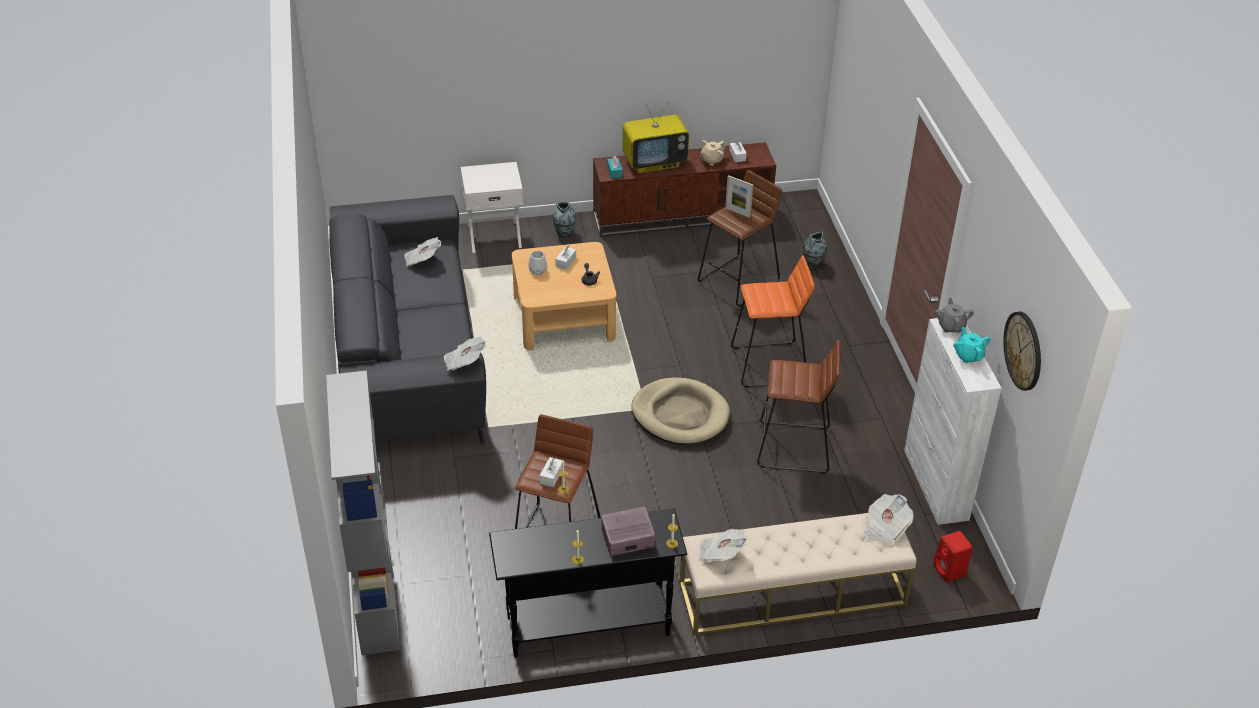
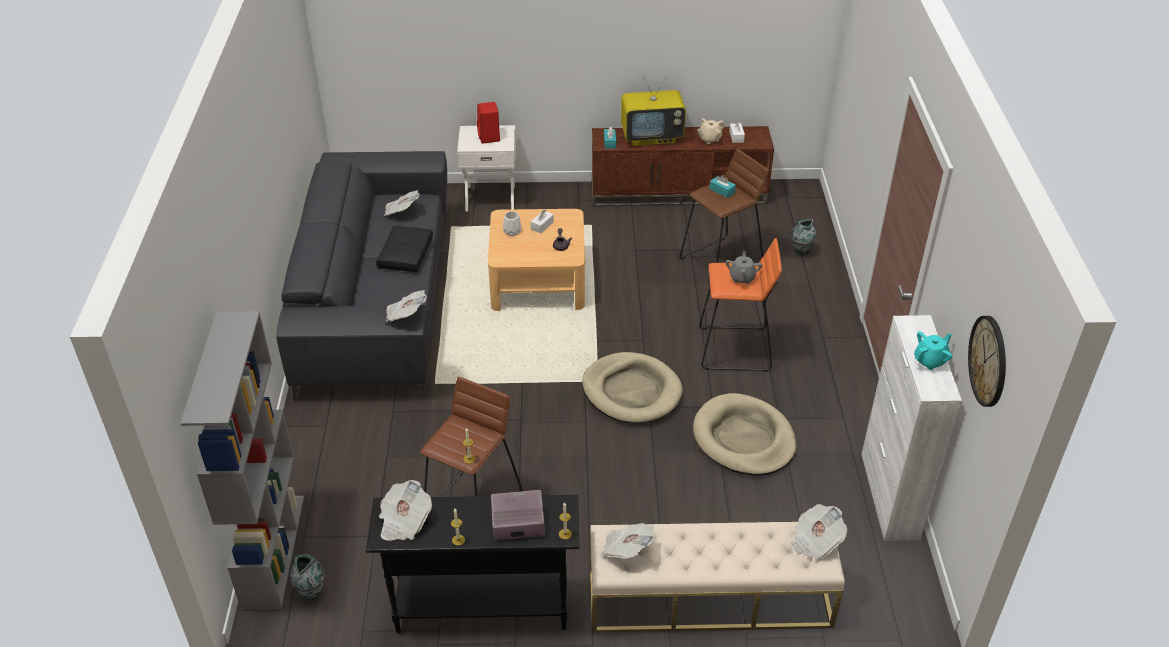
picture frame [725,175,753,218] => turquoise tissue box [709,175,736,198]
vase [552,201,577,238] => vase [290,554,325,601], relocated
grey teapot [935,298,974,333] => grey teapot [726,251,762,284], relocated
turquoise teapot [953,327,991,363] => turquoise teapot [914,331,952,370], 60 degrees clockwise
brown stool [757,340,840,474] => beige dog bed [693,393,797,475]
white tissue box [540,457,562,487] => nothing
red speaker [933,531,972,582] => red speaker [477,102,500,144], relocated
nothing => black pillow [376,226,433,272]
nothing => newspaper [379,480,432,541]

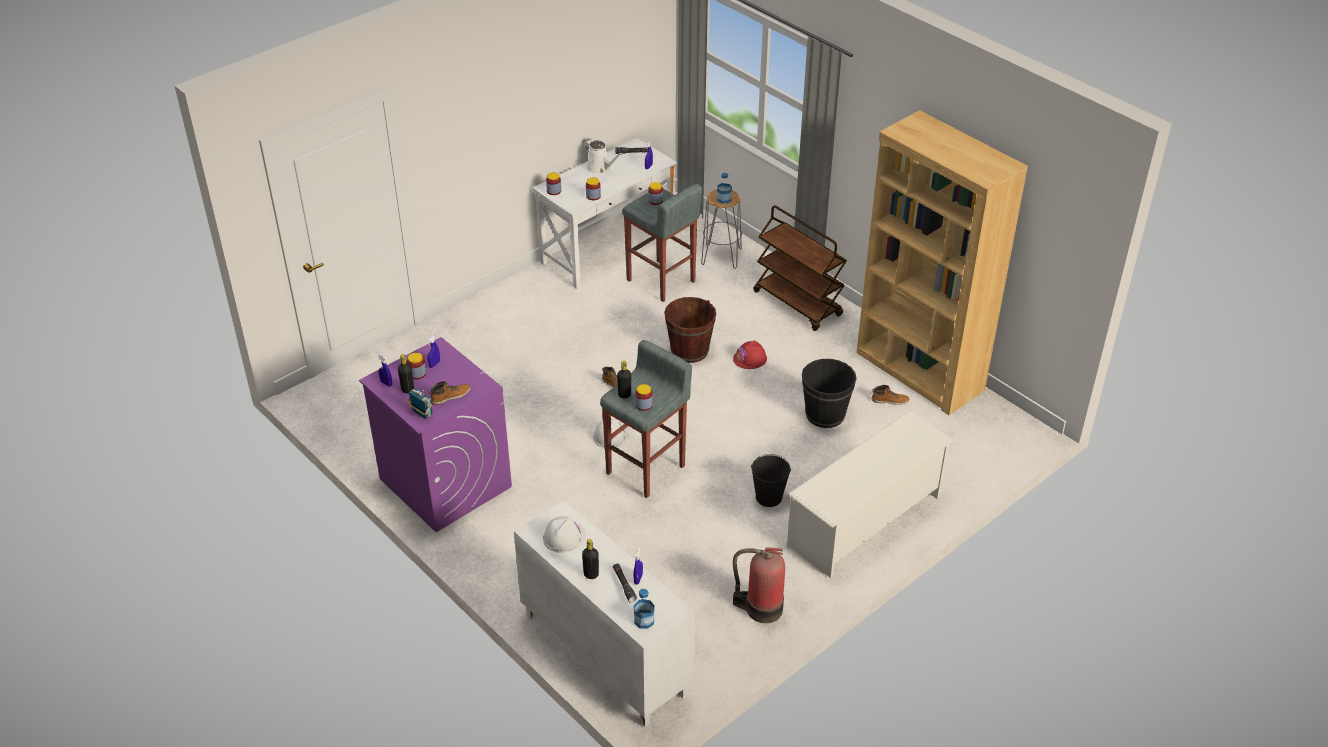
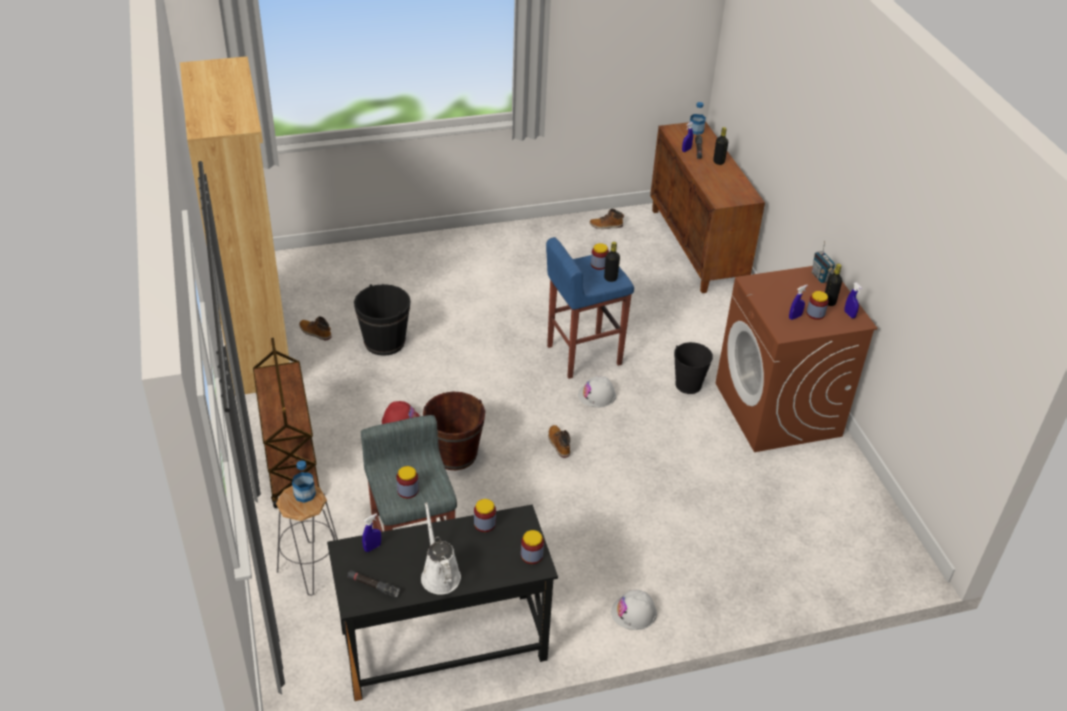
white desk [532,138,677,289] => black desk [327,504,558,701]
purple washing machine [359,337,512,532] => brown washing machine [716,266,878,452]
grey stool [600,340,692,498] => blue stool [546,237,634,379]
boot [429,381,470,405] => boot [590,209,624,229], relocated
white shoe rack [787,411,954,578] => nothing
black bucket [751,454,791,507] => black bucket [674,342,713,394], relocated
white cabinet [514,500,695,727] => brown cabinet [650,121,765,293]
white hard hat [543,516,586,553] => white hard hat [611,590,657,630], relocated
fire extinguisher [733,547,785,623] => nothing

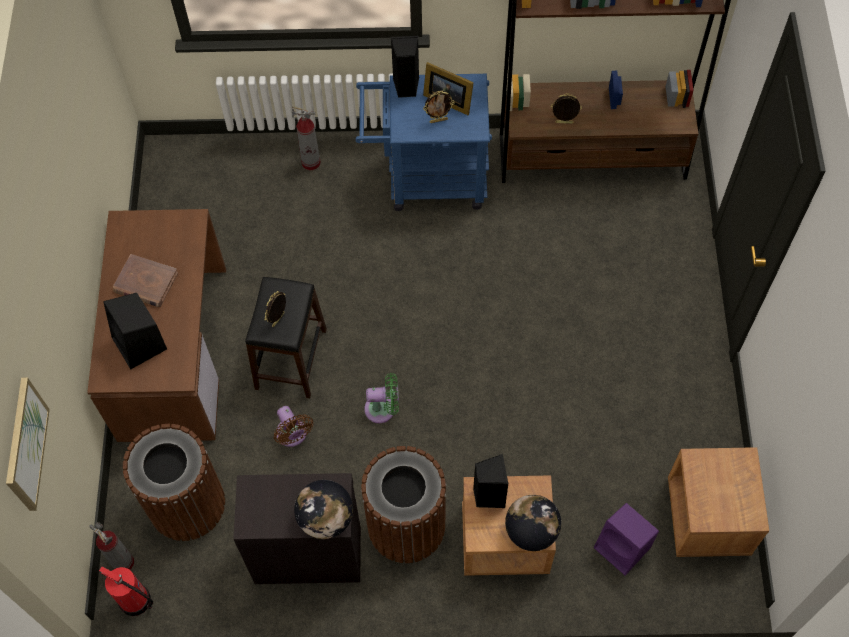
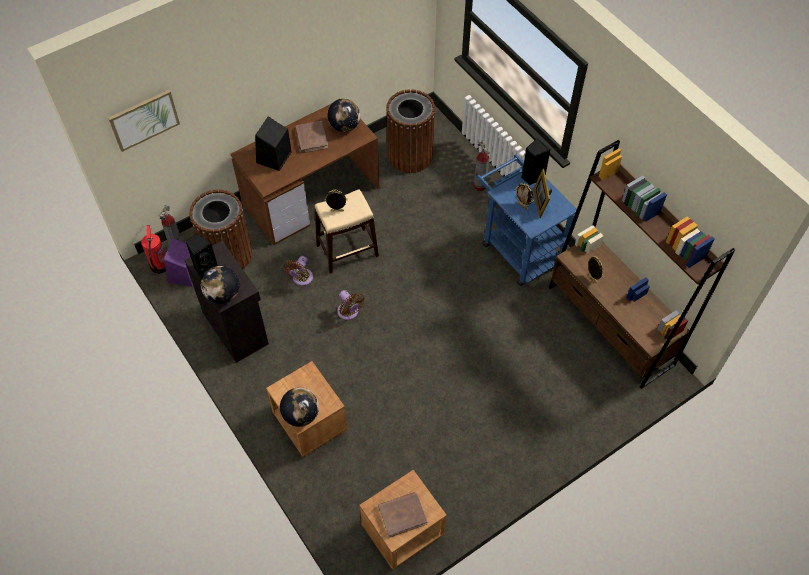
black stool [245,277,327,398] => beige stool [315,189,379,274]
green fan [364,373,399,423] => brown fan [337,290,365,320]
brown trash can [361,446,446,563] => brown trash can [386,89,435,173], relocated
black speaker [473,454,509,508] => black speaker [186,233,218,280], relocated
purple speaker [594,503,659,576] => purple speaker [164,238,193,287], relocated
nothing => globe [327,98,361,132]
nothing => brown book [378,492,427,538]

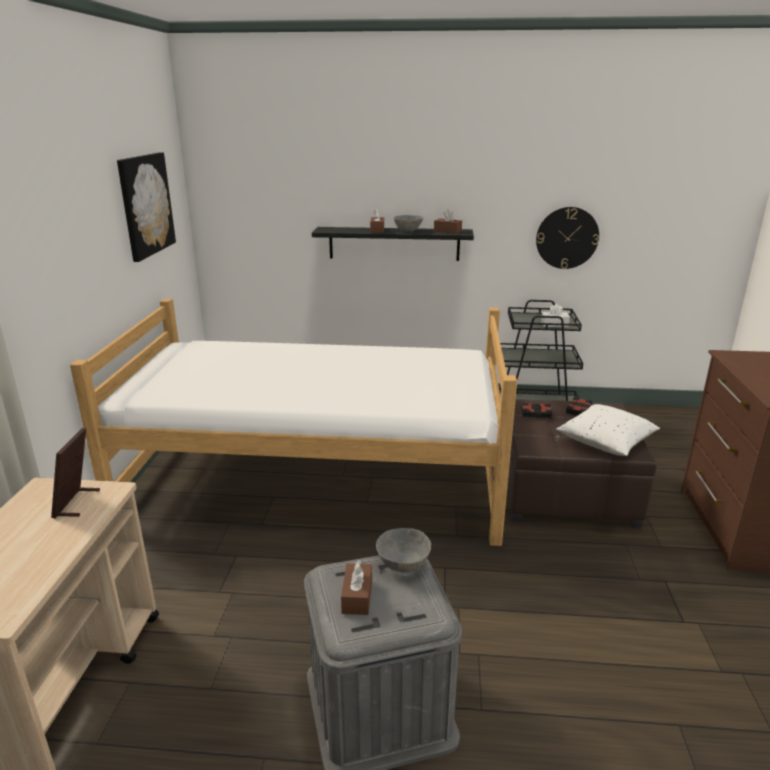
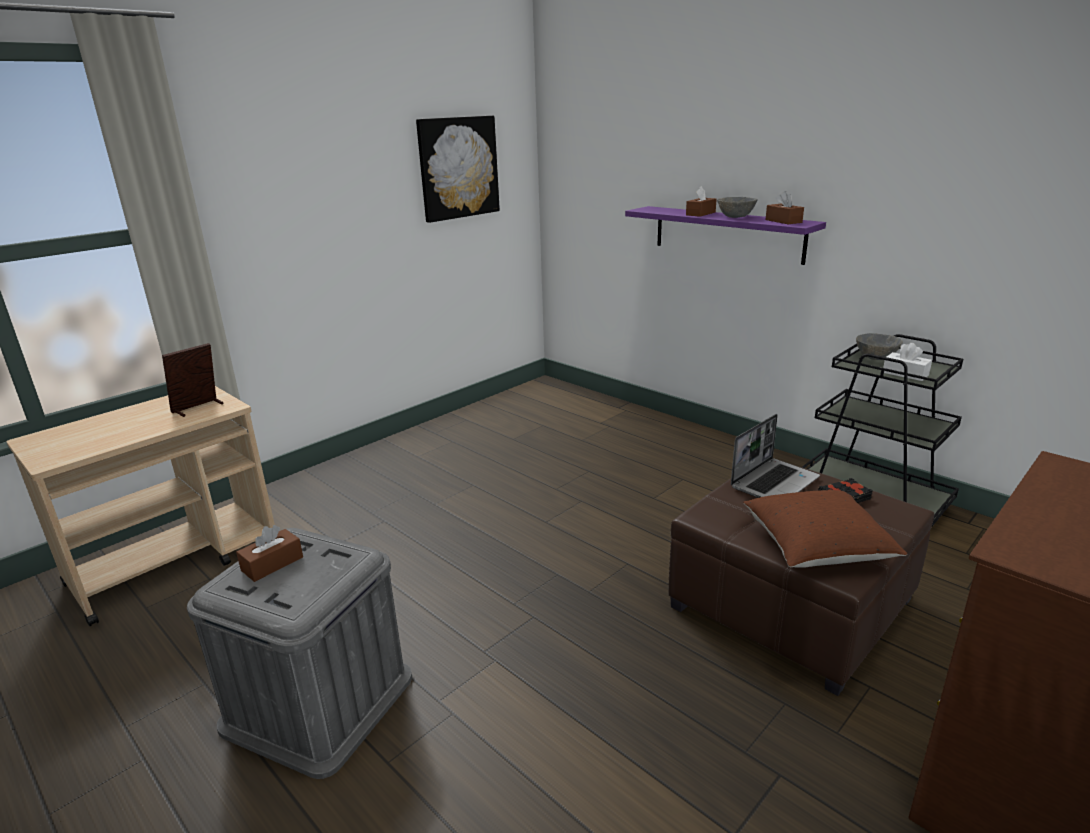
wall clock [536,207,599,269] => nothing
black shelf [312,227,474,261] => purple shelf [625,206,826,265]
bed [70,299,517,546] => nothing
black book [522,402,552,418] => laptop [731,414,820,498]
white pillow [556,404,660,456] => brown pillow [743,490,907,568]
grey bowl [376,528,431,572] => grey bowl [856,333,903,360], relocated

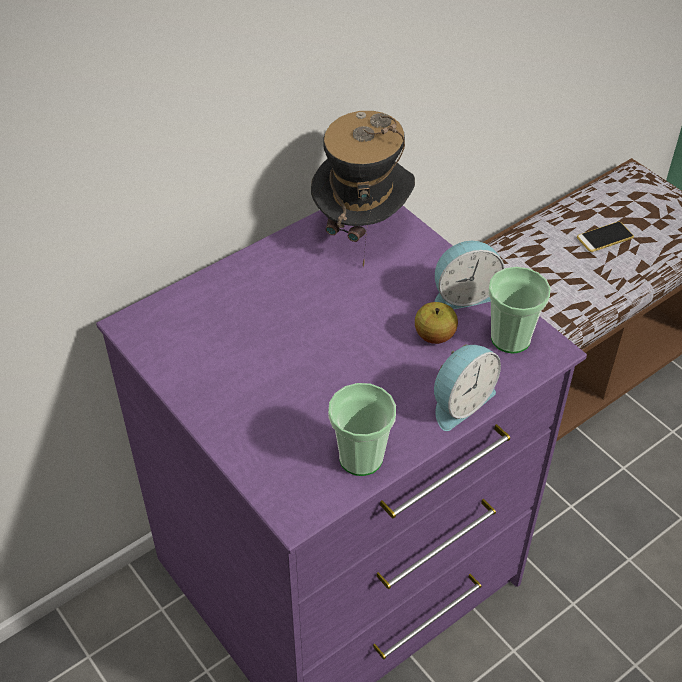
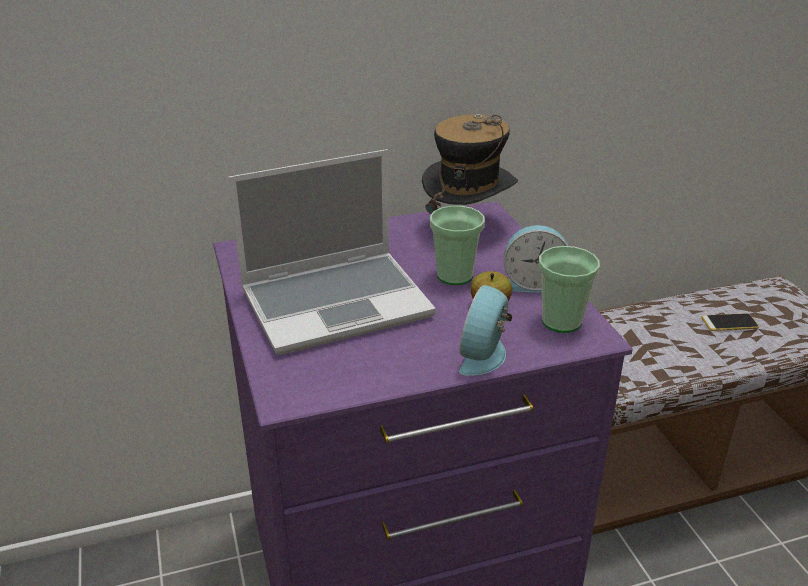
alarm clock [434,344,501,431] => alarm clock [459,285,512,376], 135 degrees clockwise
cup [328,383,396,476] => cup [430,206,485,285], relocated
nothing => laptop [228,149,436,355]

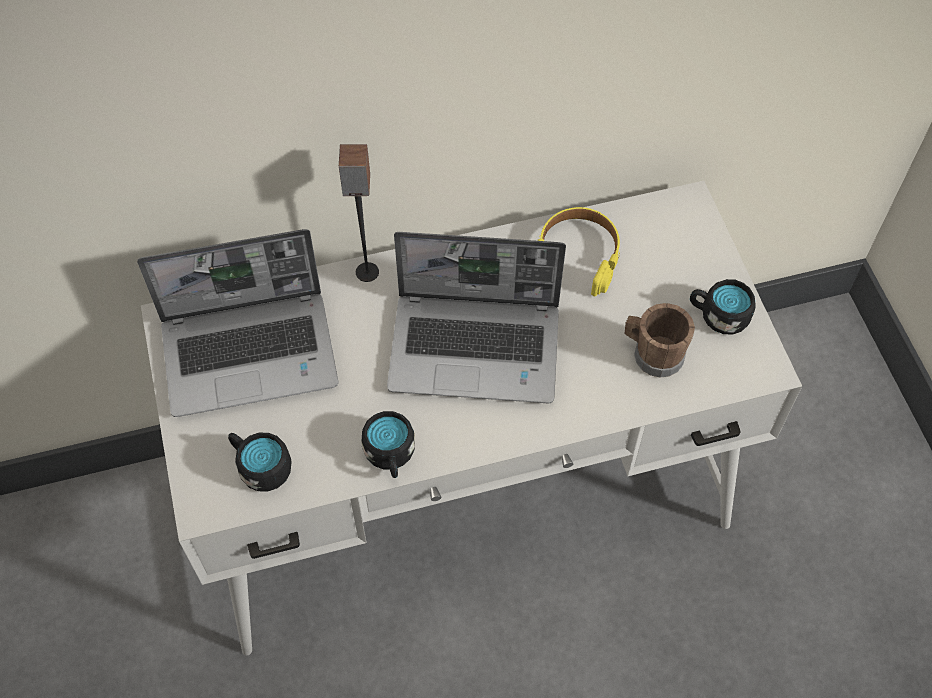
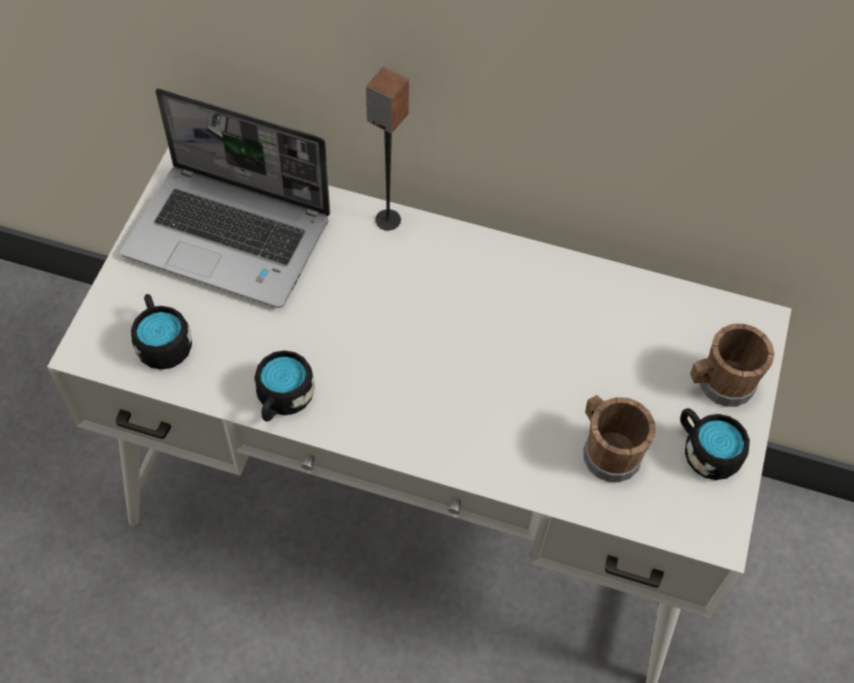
yellow headphones [538,207,620,296] => nothing
laptop [387,232,566,403] => nothing
nothing => brown mug [690,324,775,407]

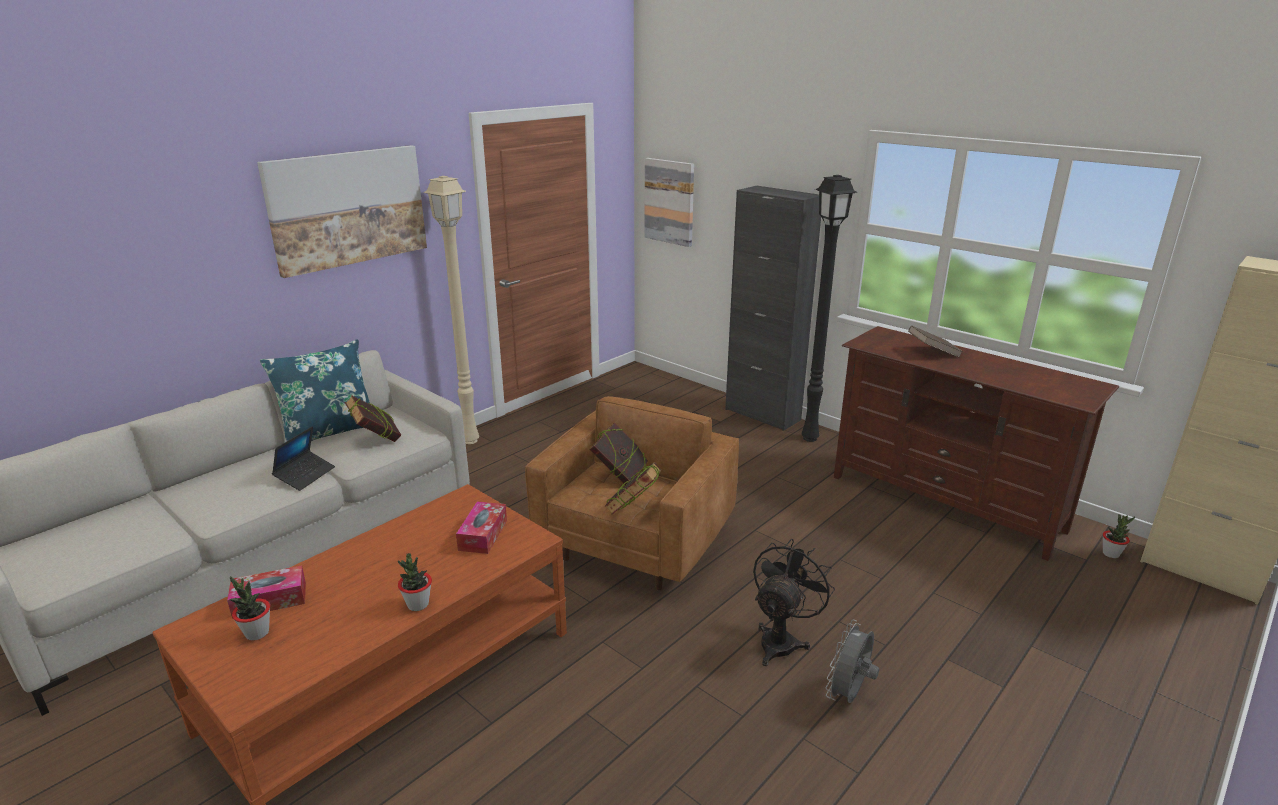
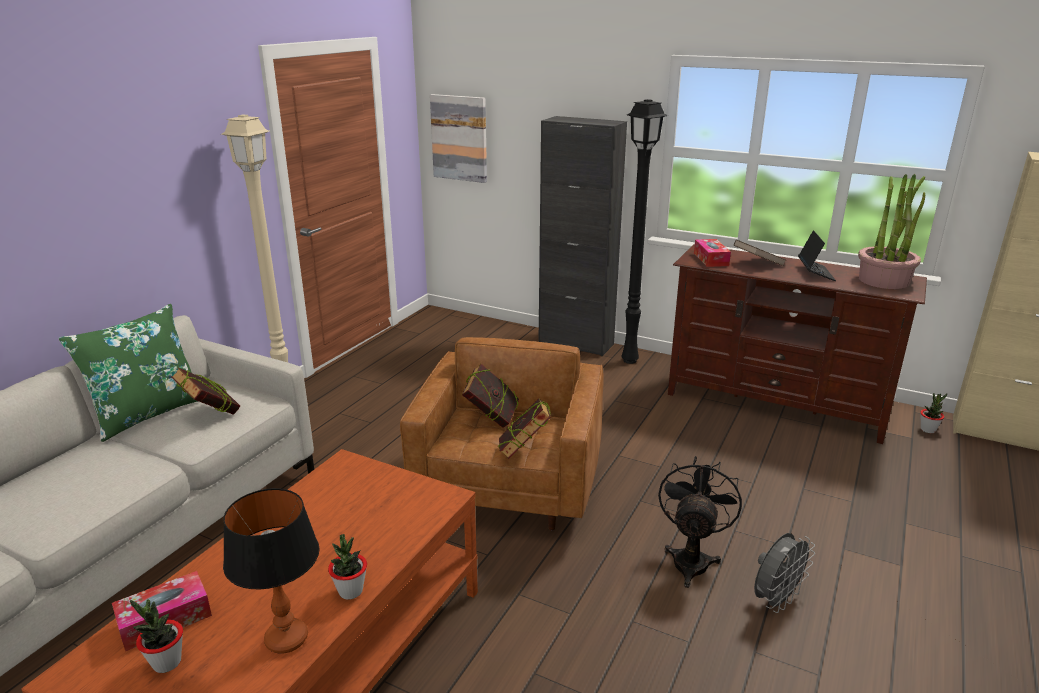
picture [257,145,427,278] => nothing
blue pillow [260,339,371,442] => green pillow [58,304,198,442]
laptop [272,426,335,491] => laptop [798,230,836,281], relocated
tissue box [456,501,507,554] => tissue box [694,239,731,267], relocated
grey fan [826,620,879,703] => grey fan [754,533,815,613], 150 degrees counterclockwise
nothing => potted plant [858,174,925,289]
nothing => table lamp [223,488,320,654]

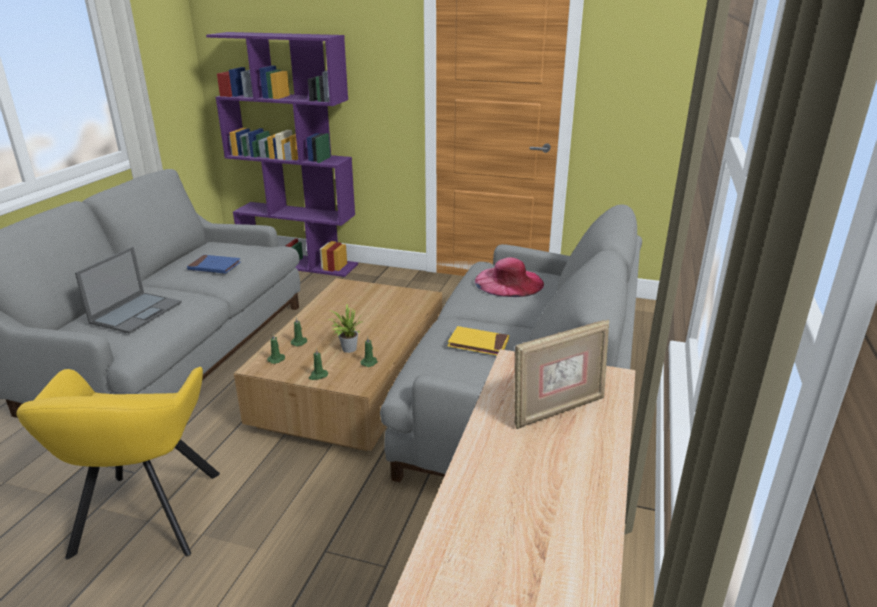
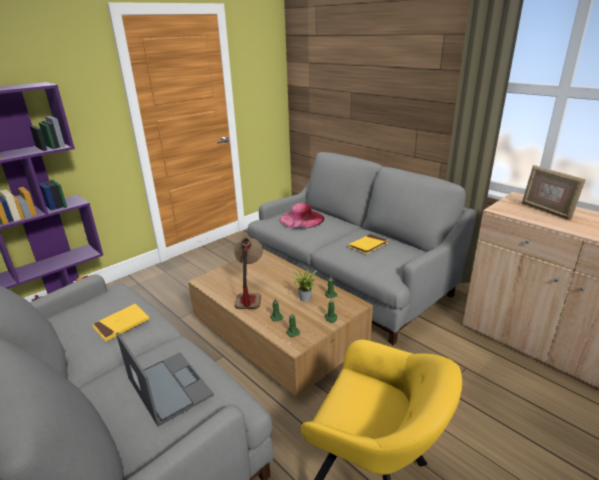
blue book [187,255,241,274] => yellow book [92,304,149,342]
picture frame [514,319,609,429] => picture frame [522,165,585,221], 150 degrees clockwise
nothing => table lamp [234,238,263,309]

